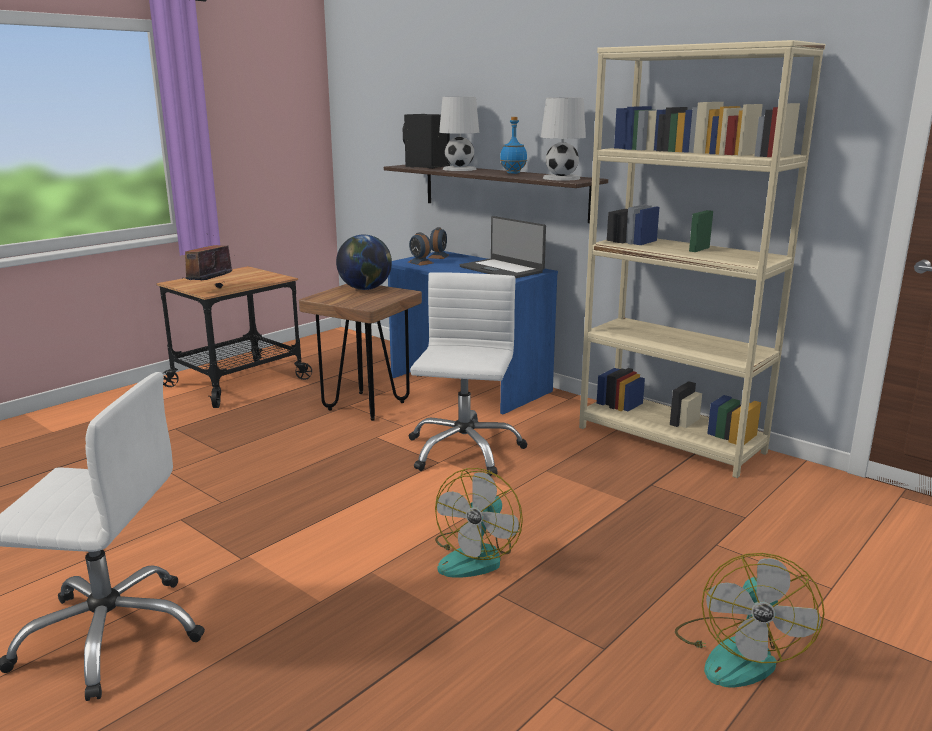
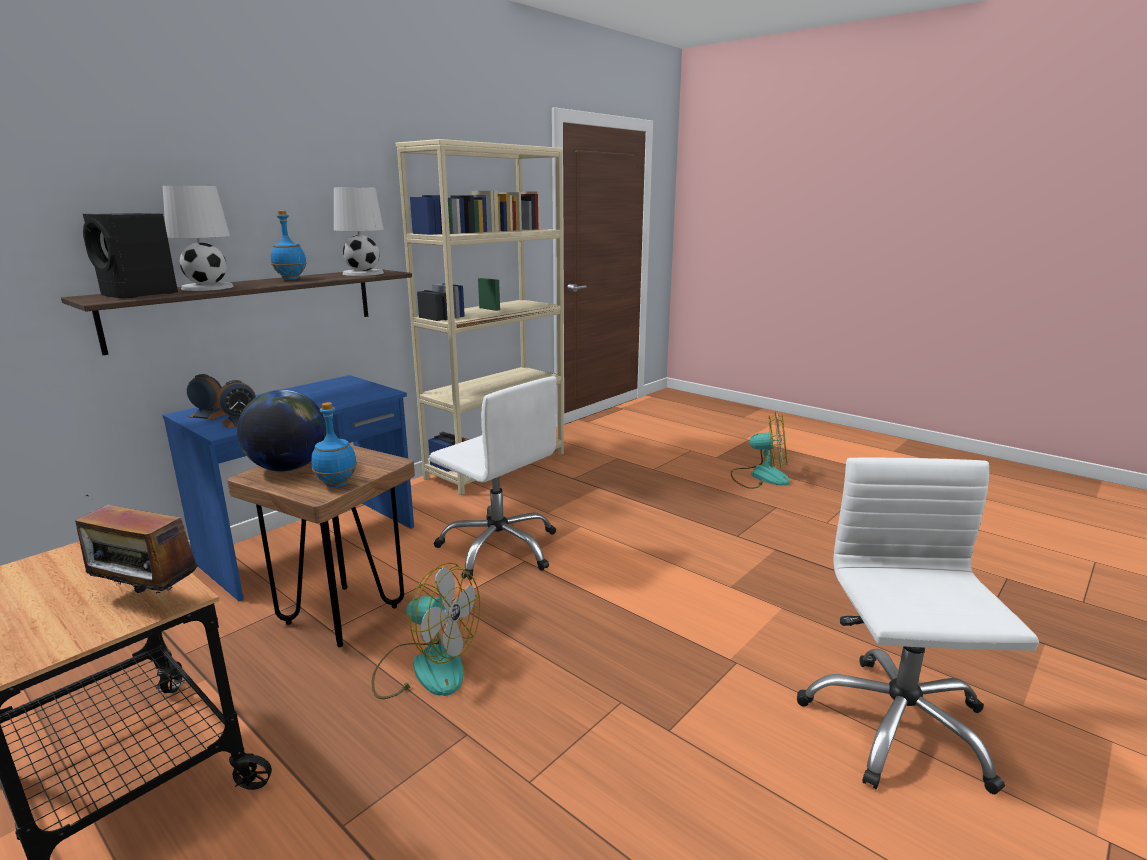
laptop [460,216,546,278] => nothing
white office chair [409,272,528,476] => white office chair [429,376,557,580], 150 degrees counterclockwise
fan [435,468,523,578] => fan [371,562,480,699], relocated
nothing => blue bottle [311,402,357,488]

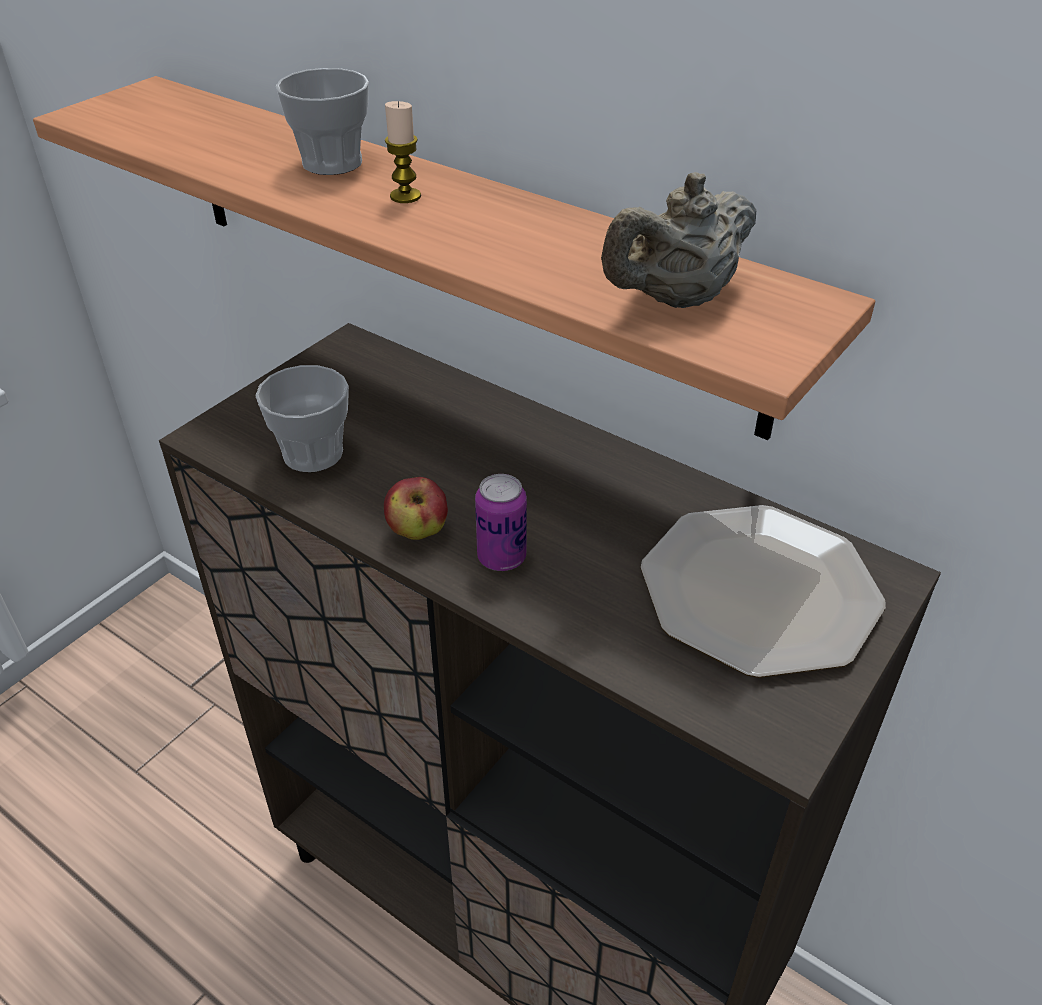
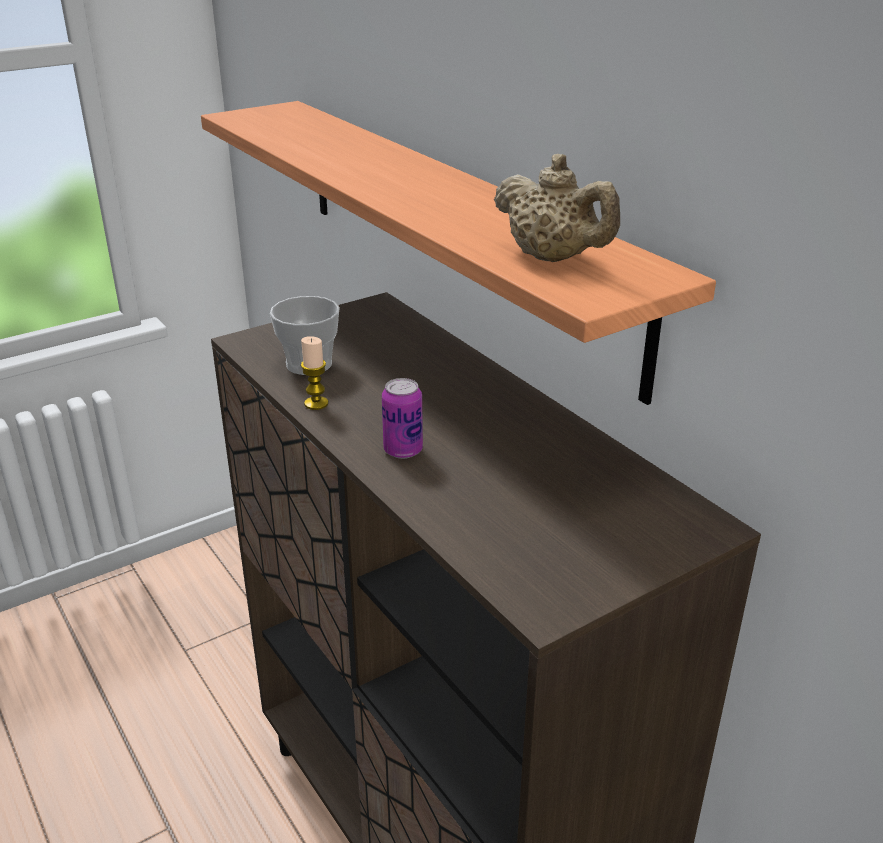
cup [276,68,369,175] => nothing
candle [385,101,421,203] => candle [301,336,329,410], relocated
beige teapot [601,172,756,308] => beige teapot [494,154,620,262], 120 degrees counterclockwise
apple [384,477,448,540] => nothing
plate [641,505,886,678] => nothing

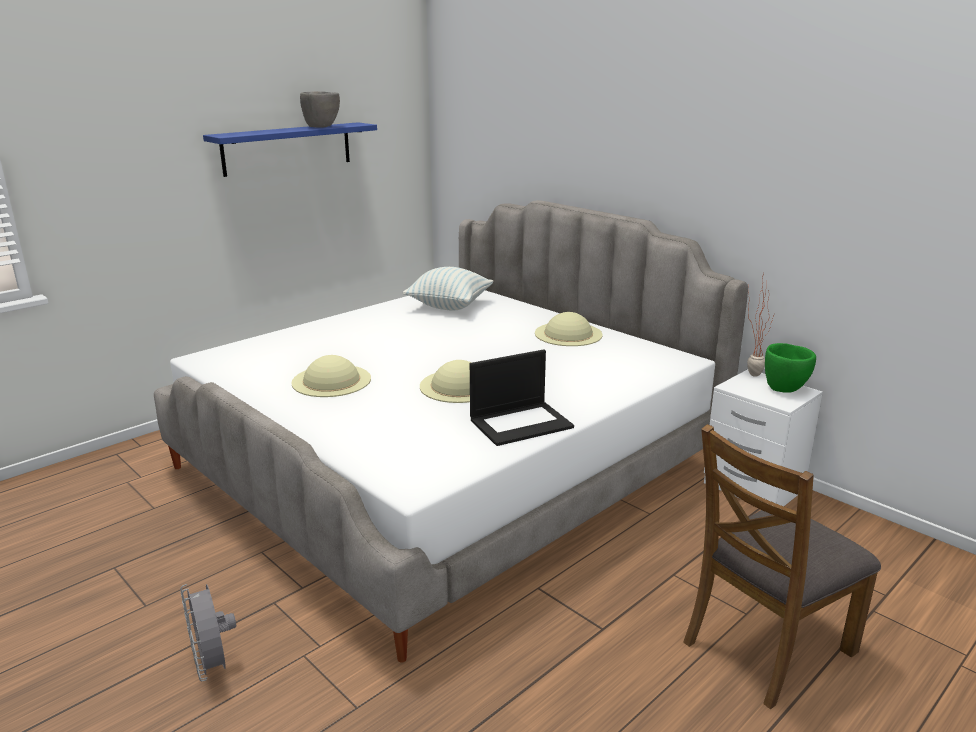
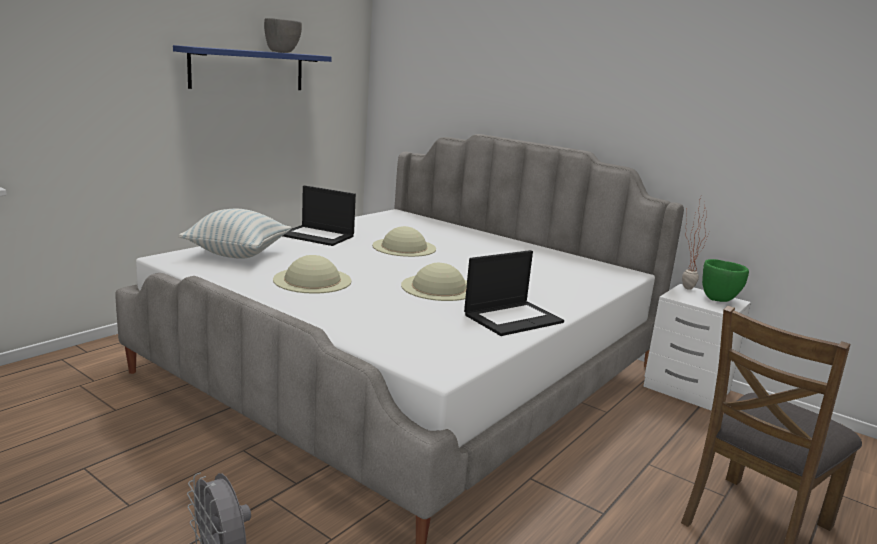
pillow [403,267,493,310] => pillow [179,209,291,259], relocated
beige hat [535,312,603,346] => beige hat [372,226,436,257], relocated
nothing => laptop [283,185,356,246]

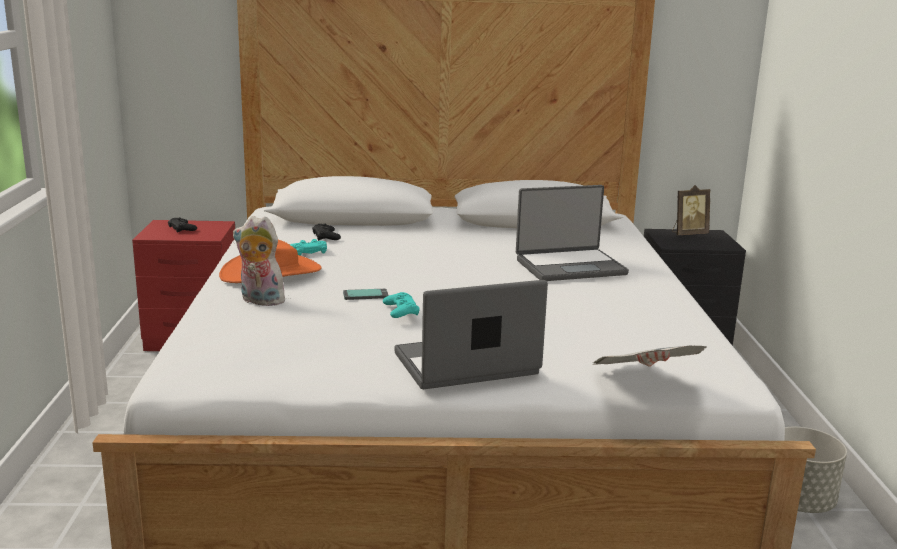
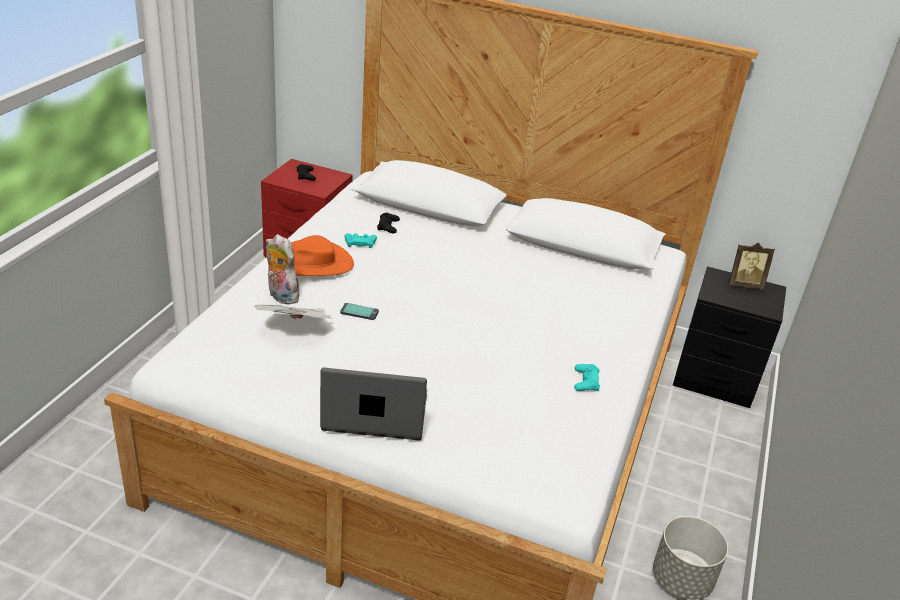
laptop [516,185,629,281] => nothing
turquoise game controller [383,292,420,318] => turquoise game controller [574,364,600,391], relocated
newspaper [593,345,707,367] => newspaper [254,305,332,319], relocated

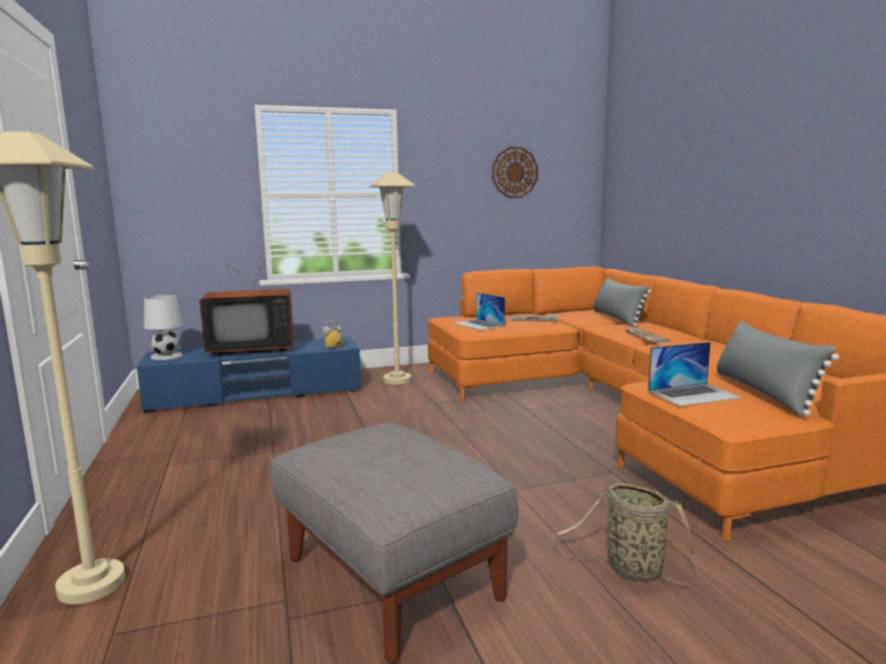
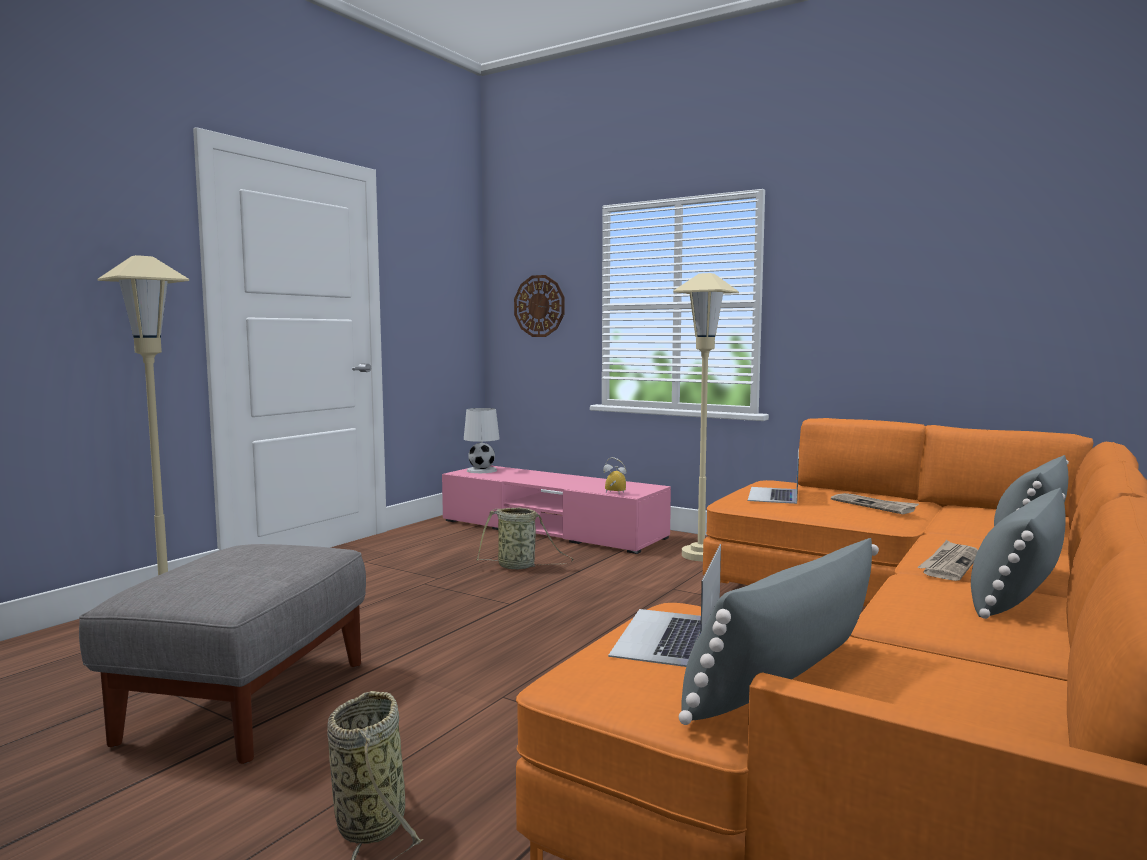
wall clock [492,147,538,198] => wall clock [514,275,564,337], relocated
television [200,260,294,356] => nothing
blue tv stand [137,336,361,413] => pink tv stand [442,466,671,554]
laptop [648,342,742,406] => laptop [608,544,721,667], 75 degrees clockwise
nothing => grey pillow [971,488,1066,619]
nothing => basket [477,508,574,569]

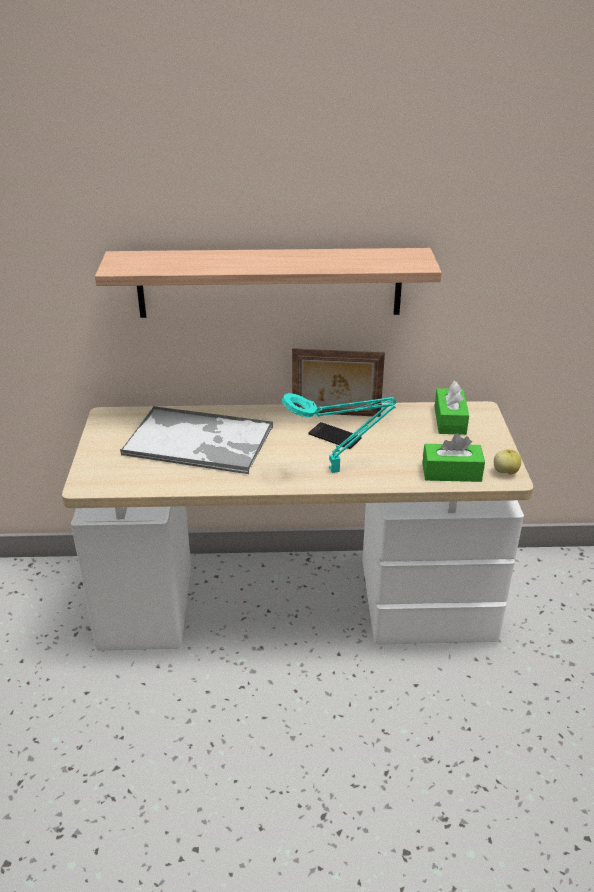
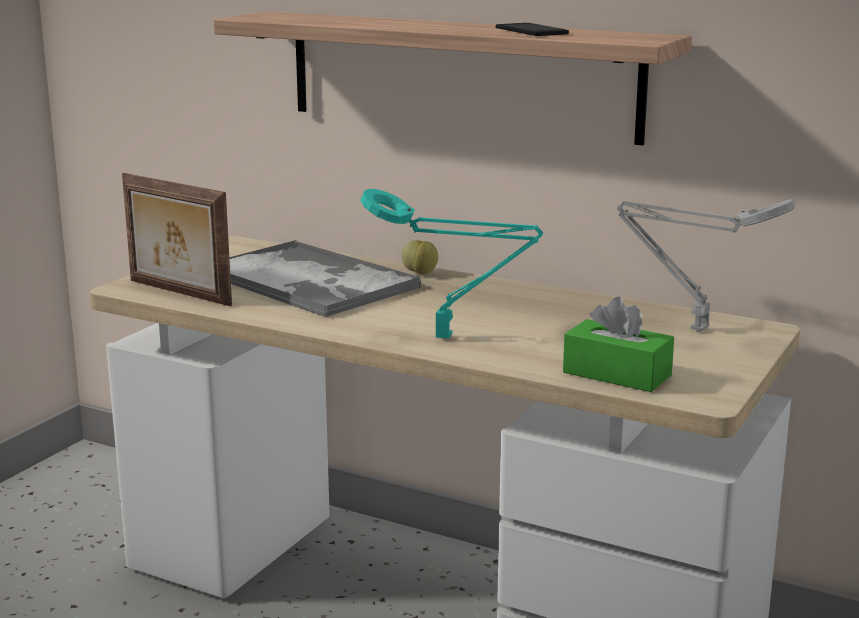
picture frame [292,348,385,417] => picture frame [122,173,232,306], relocated
green tissue box [435,381,469,435] => grey table lamp [617,199,795,332]
phone [309,422,362,449] => phone [496,23,569,36], relocated
apple [494,449,521,475] => apple [402,240,438,274], relocated

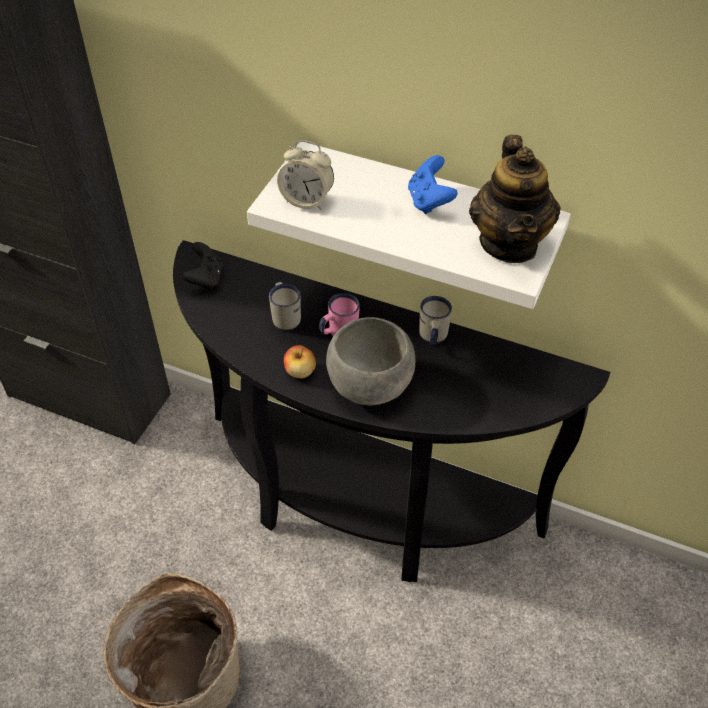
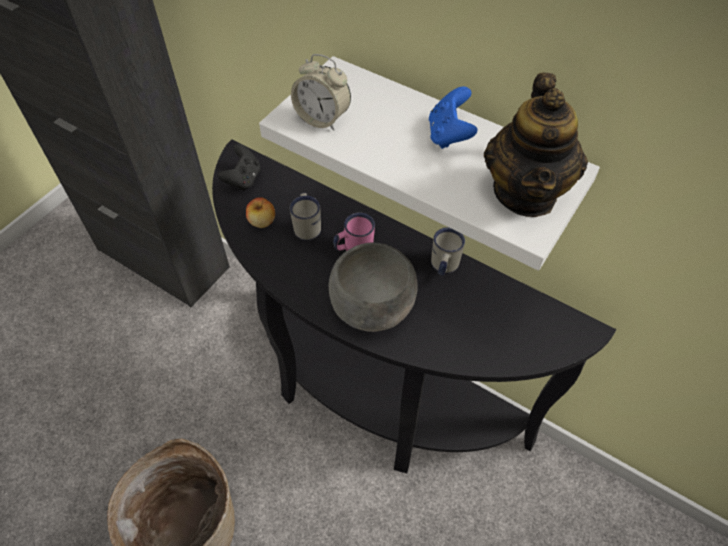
apple [284,345,316,379] => apple [246,197,275,228], relocated

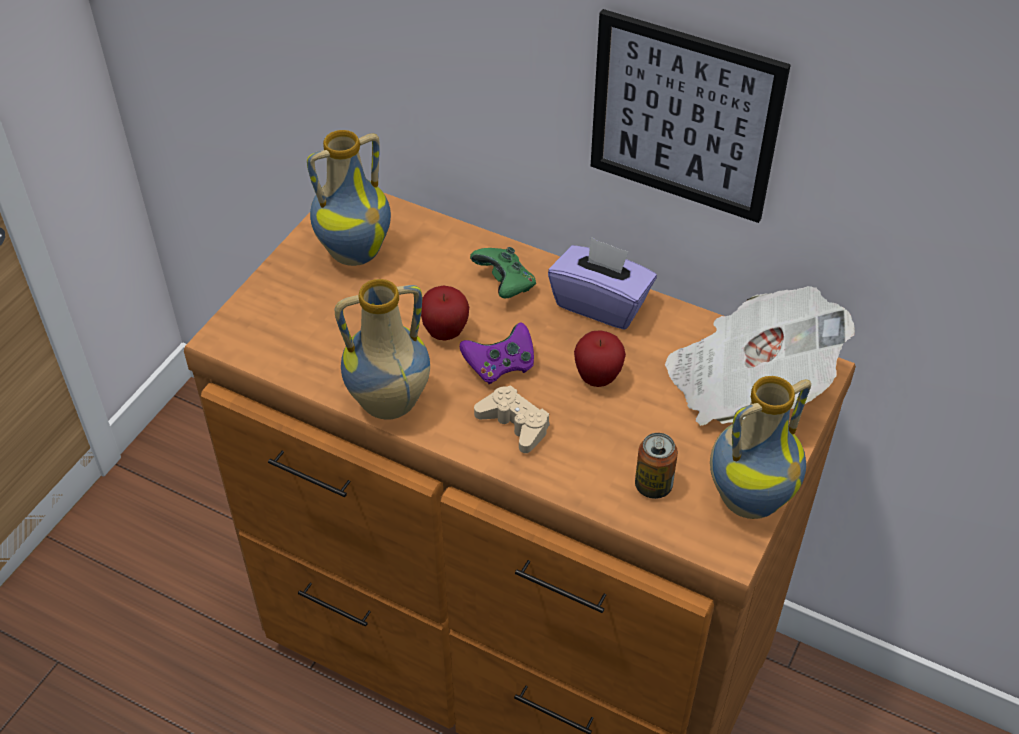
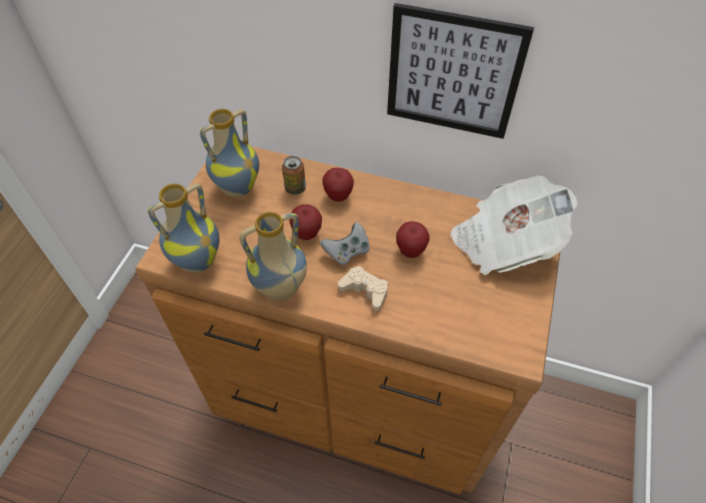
purple tissue box [548,237,657,329] => nothing
green game controller [470,247,536,298] => apple [322,168,354,202]
purple game controller [460,322,534,384] => grey game controller [320,222,370,265]
vase [710,376,811,519] => vase [148,183,220,273], relocated
can [635,433,678,499] => can [282,156,306,195], relocated

